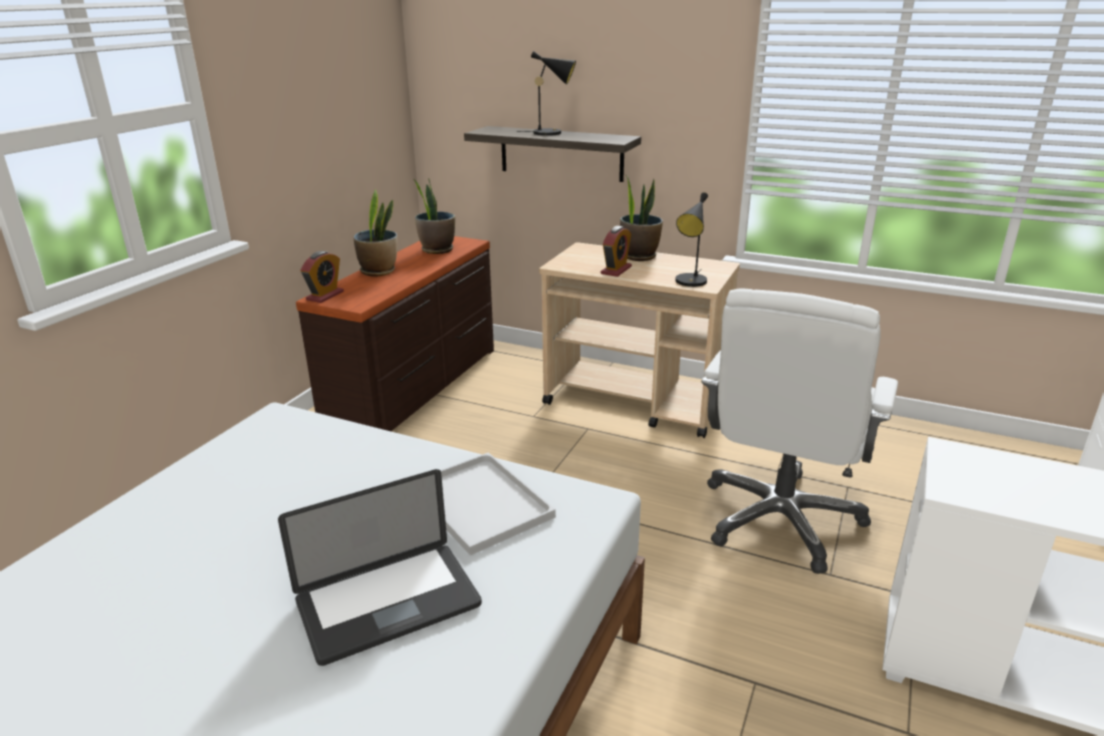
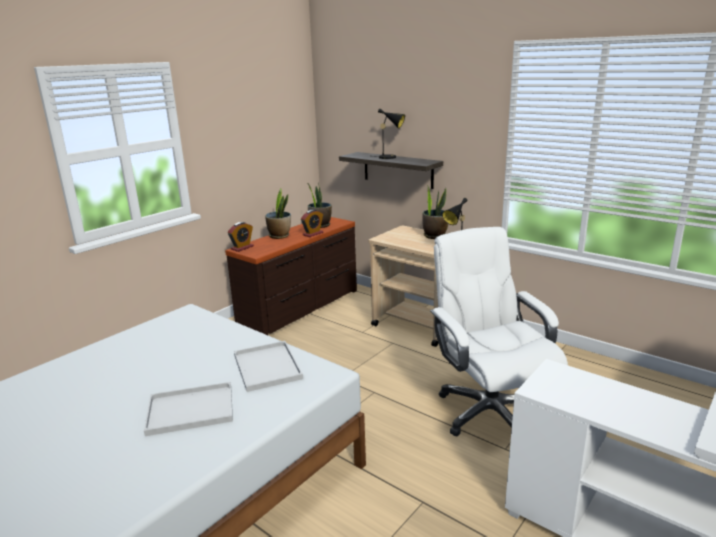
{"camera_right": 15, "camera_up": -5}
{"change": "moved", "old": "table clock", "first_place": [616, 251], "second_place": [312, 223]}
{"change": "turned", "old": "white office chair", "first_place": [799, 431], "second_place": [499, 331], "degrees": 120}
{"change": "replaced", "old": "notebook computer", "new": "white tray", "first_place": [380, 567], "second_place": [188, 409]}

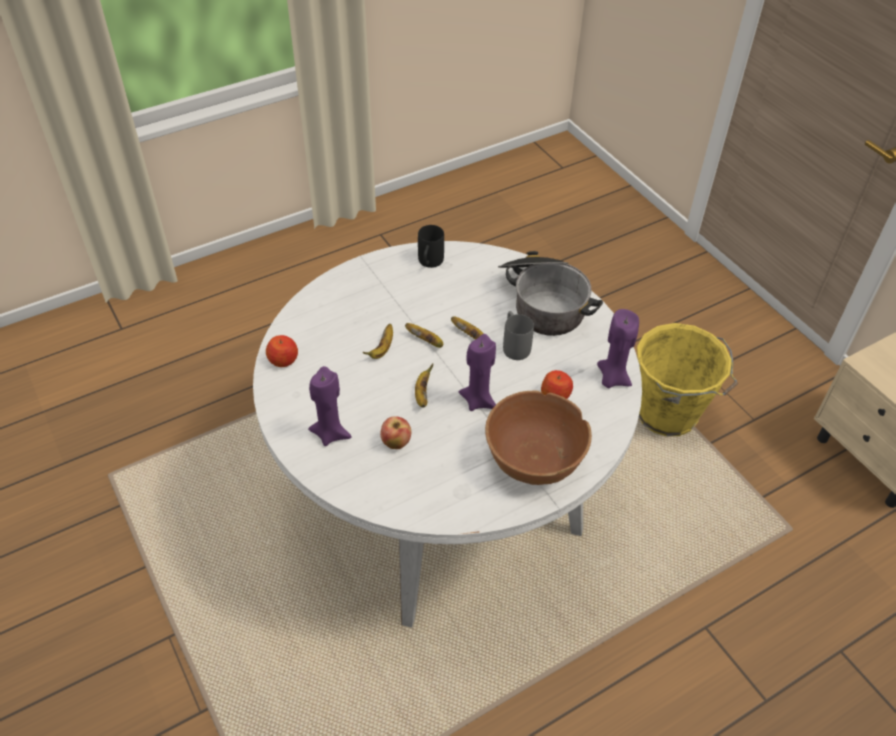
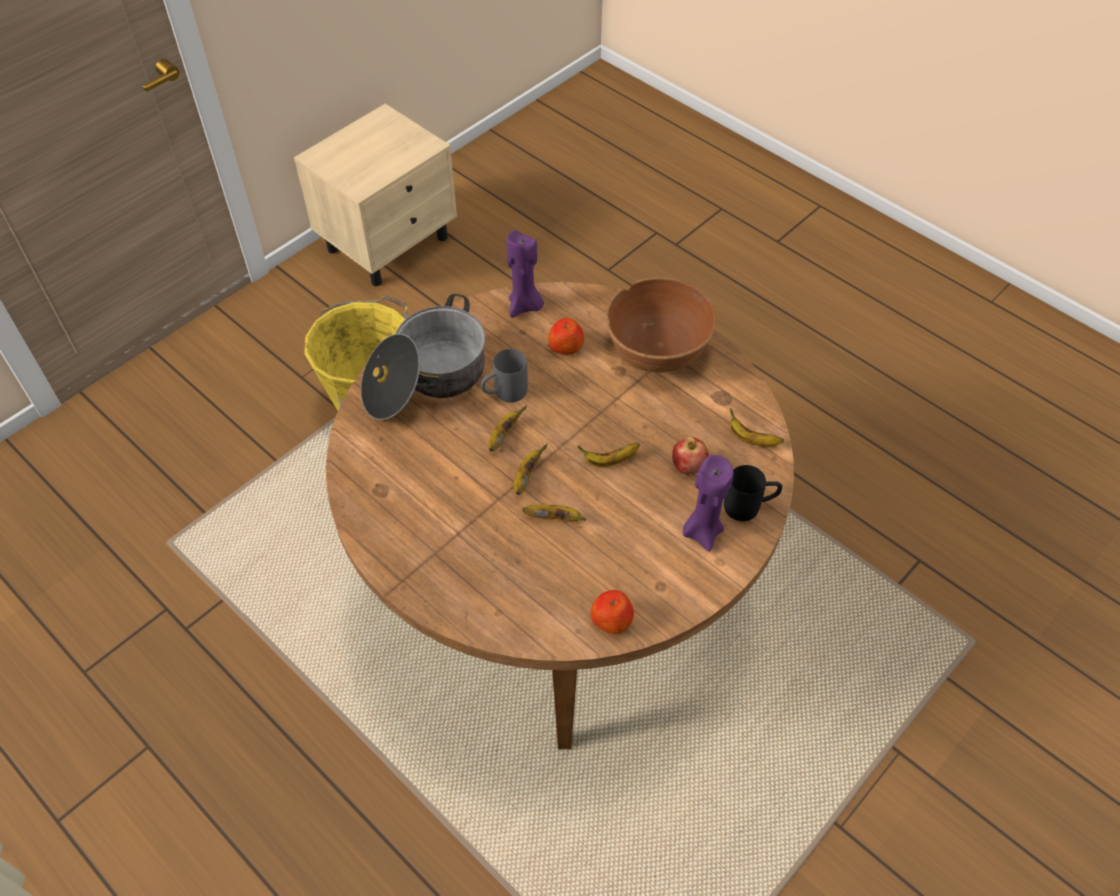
{"camera_right": -105, "camera_up": 5}
{"change": "moved", "old": "blackish tea mug", "first_place": [431, 246], "second_place": [753, 493]}
{"change": "recoloured", "old": "white dining table", "new": "brown-coloured dining table", "first_place": [447, 434], "second_place": [560, 515]}
{"change": "removed", "old": "purple wax light", "first_place": [477, 372]}
{"change": "added", "new": "banana fruit", "second_place": [757, 427]}

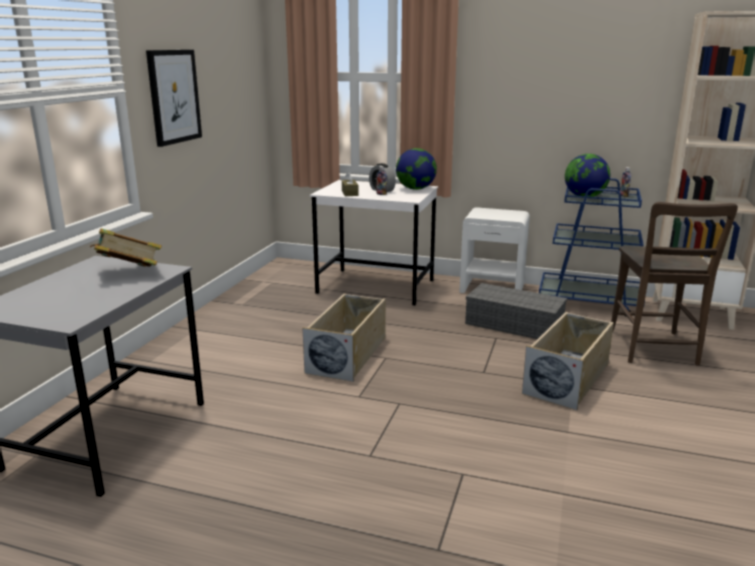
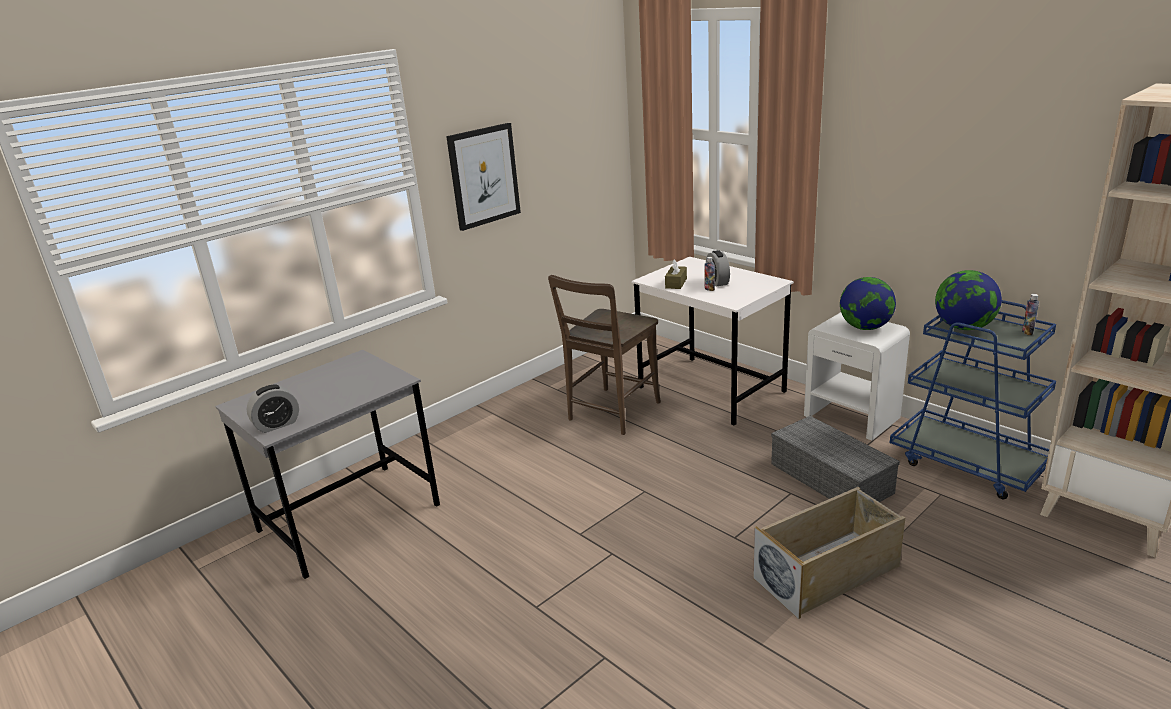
{"camera_right": 30, "camera_up": 5}
{"change": "moved", "old": "globe", "first_place": [416, 169], "second_place": [868, 303]}
{"change": "moved", "old": "brown-coloured upright chair", "first_place": [674, 284], "second_place": [604, 355]}
{"change": "removed", "old": "book", "first_place": [126, 247]}
{"change": "removed", "old": "beige-coloured storage container", "first_place": [344, 337]}
{"change": "added", "new": "table clock", "second_place": [273, 408]}

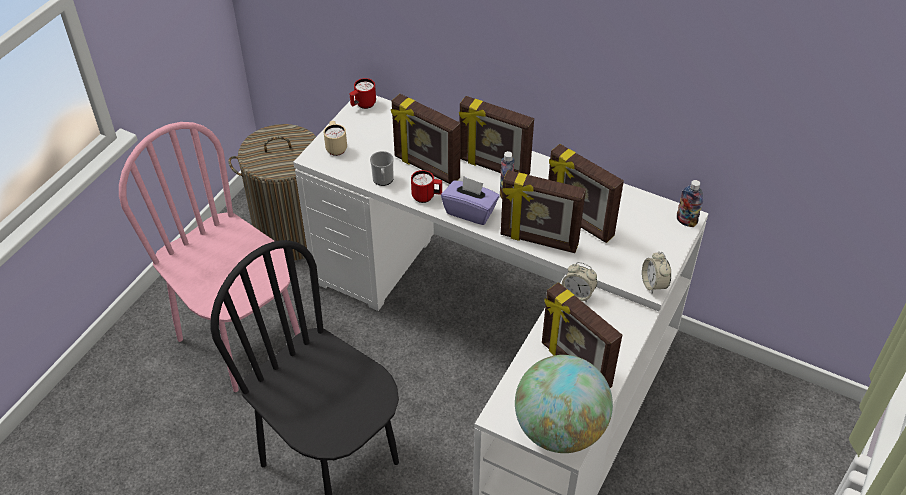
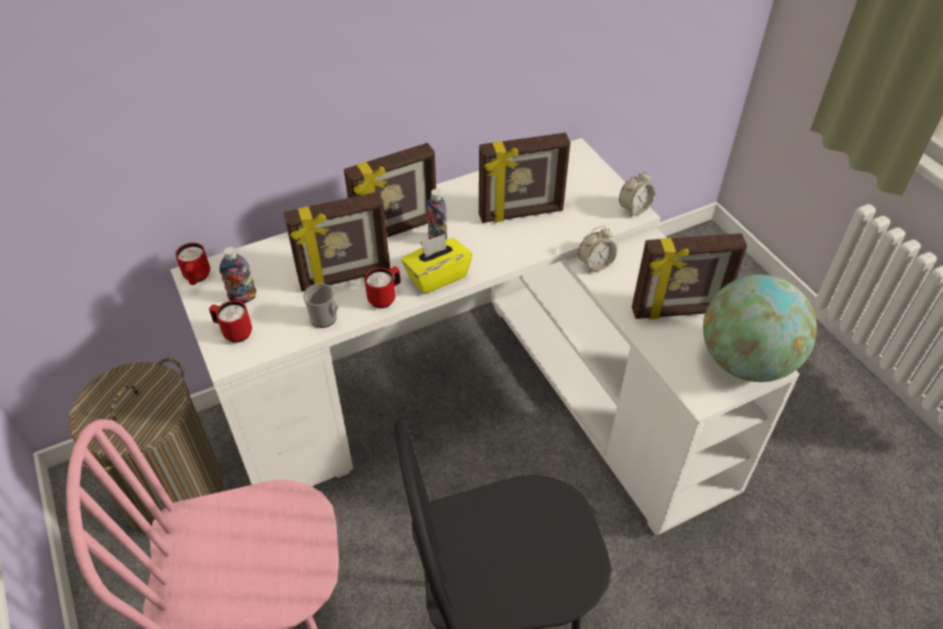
{"camera_right": -55, "camera_up": 0}
{"change": "recoloured", "old": "beige-coloured tea mug", "new": "reddish tea mug", "first_place": [335, 138], "second_place": [230, 322]}
{"change": "removed", "old": "picture frame", "first_place": [543, 211]}
{"change": "recoloured", "old": "purple tissue box", "new": "yellow-coloured tissue box", "first_place": [470, 200], "second_place": [436, 264]}
{"change": "moved", "old": "drink bottle", "first_place": [690, 203], "second_place": [237, 275]}
{"change": "turned", "old": "table clock", "first_place": [656, 272], "second_place": [637, 193], "degrees": -60}

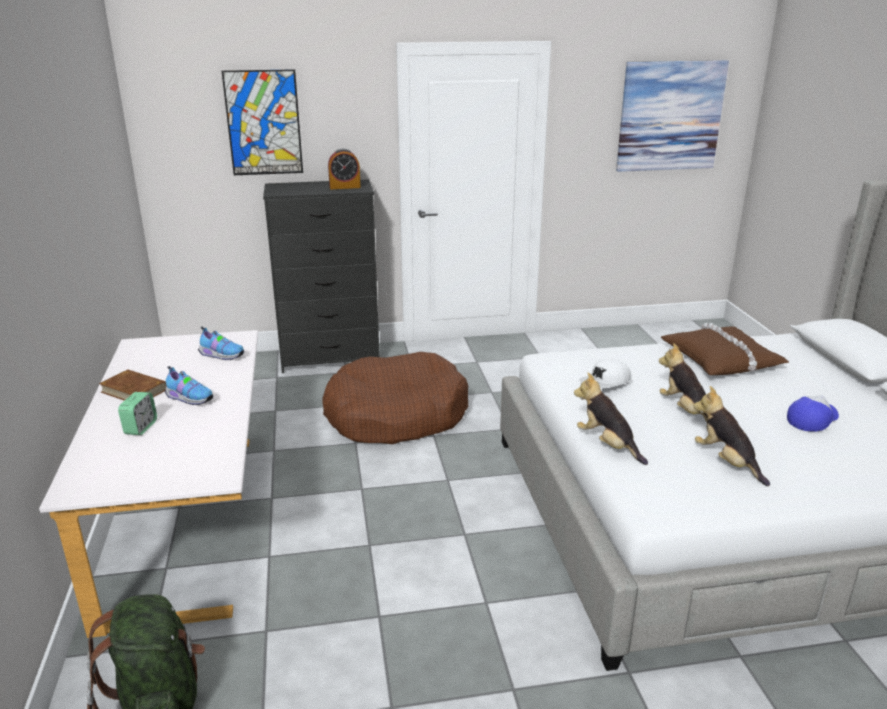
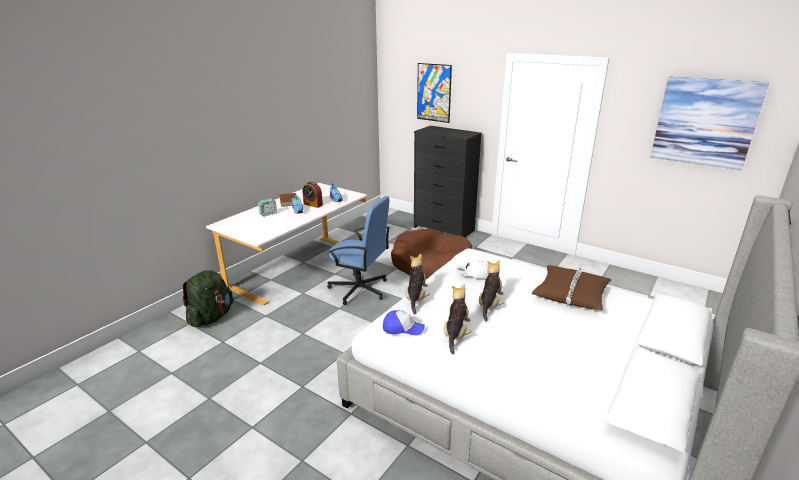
{"camera_right": 45, "camera_up": 0}
{"change": "moved", "old": "table clock", "first_place": [344, 169], "second_place": [312, 195]}
{"change": "moved", "old": "peaked cap", "first_place": [813, 413], "second_place": [404, 322]}
{"change": "added", "new": "bluish office chair", "second_place": [358, 250]}

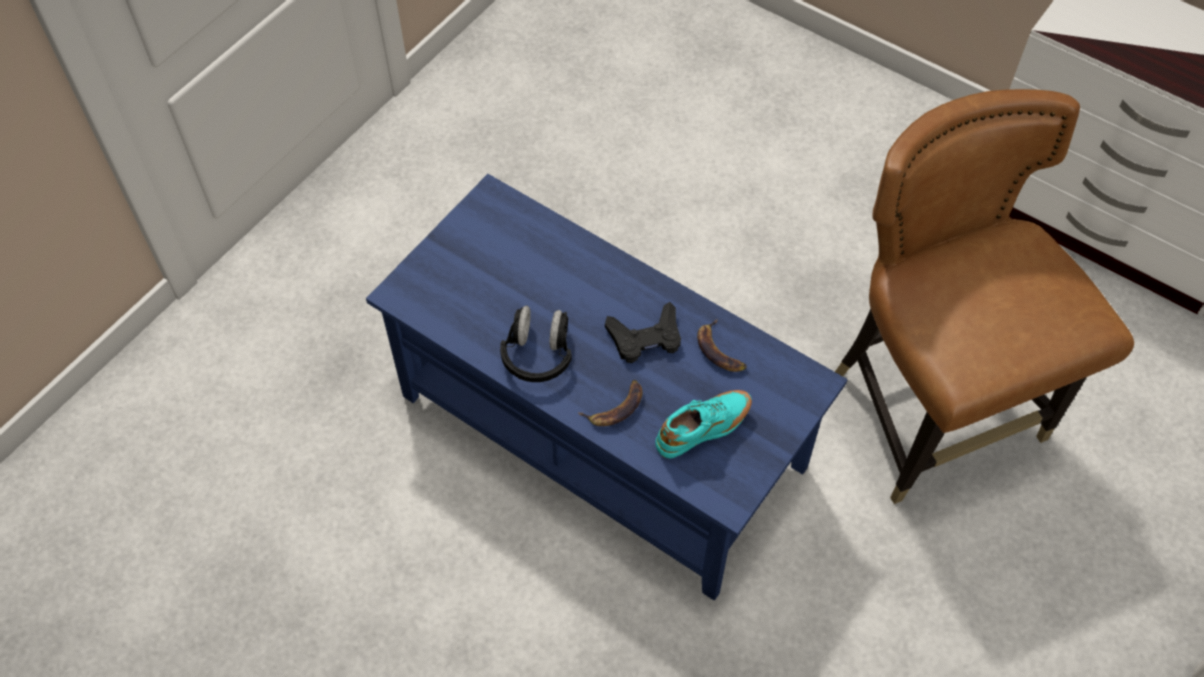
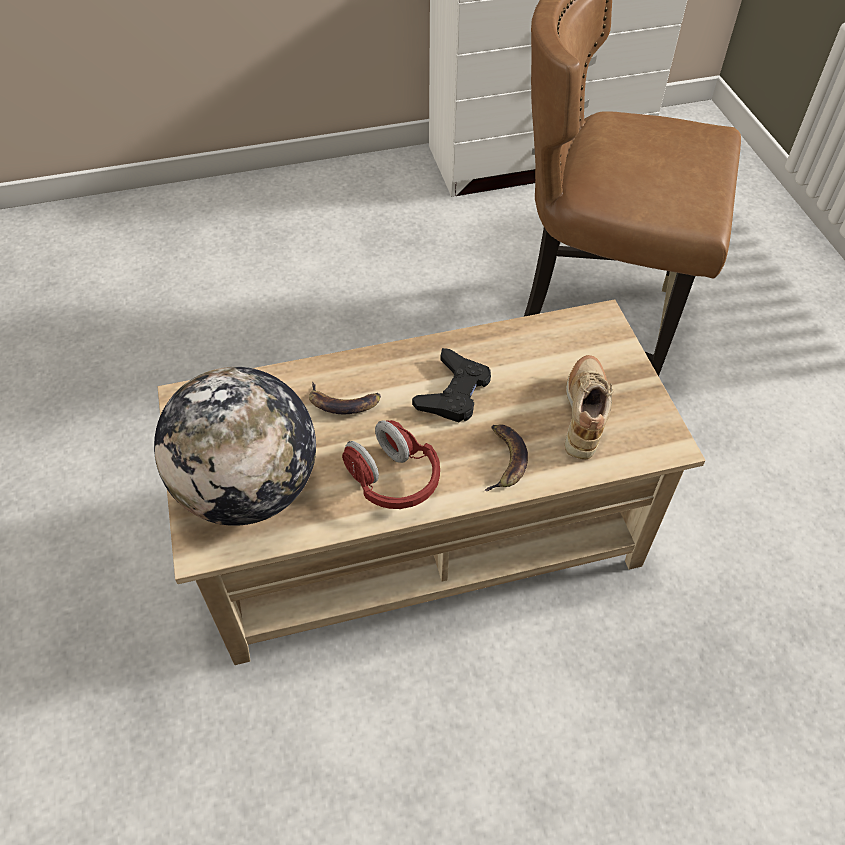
{"camera_right": -50, "camera_up": -5}
{"change": "recoloured", "old": "bluish lounge table", "new": "beige-coloured lounge table", "first_place": [607, 387], "second_place": [432, 482]}
{"change": "recoloured", "old": "blackish headset", "new": "reddish headset", "first_place": [536, 343], "second_place": [391, 464]}
{"change": "moved", "old": "banana fruit", "first_place": [722, 345], "second_place": [345, 398]}
{"change": "recoloured", "old": "blue-green item of footwear", "new": "beige-coloured item of footwear", "first_place": [703, 424], "second_place": [589, 407]}
{"change": "added", "new": "globe", "second_place": [235, 446]}

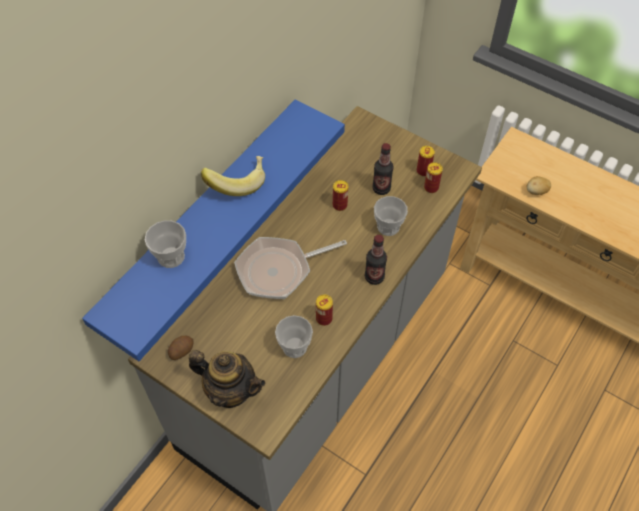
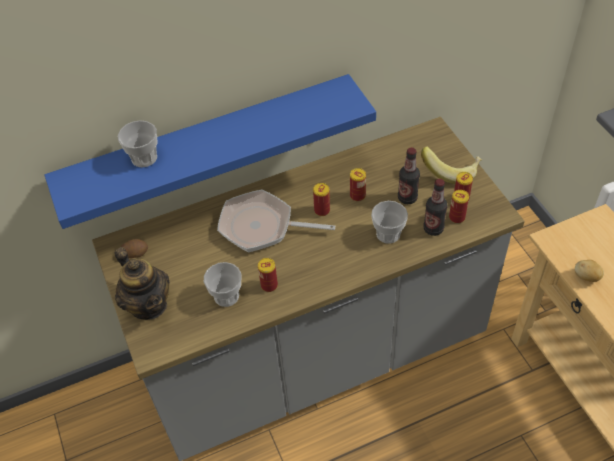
{"camera_right": 35, "camera_up": -5}
{"change": "moved", "old": "banana fruit", "first_place": [233, 176], "second_place": [451, 165]}
{"change": "moved", "old": "drink bottle", "first_place": [376, 260], "second_place": [435, 207]}
{"change": "added", "new": "sealed can", "second_place": [321, 199]}

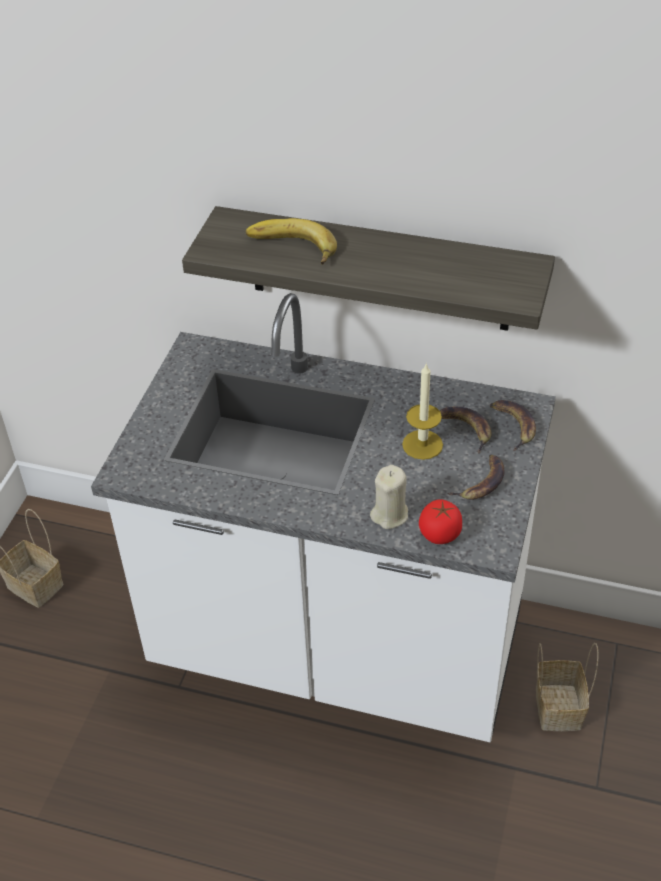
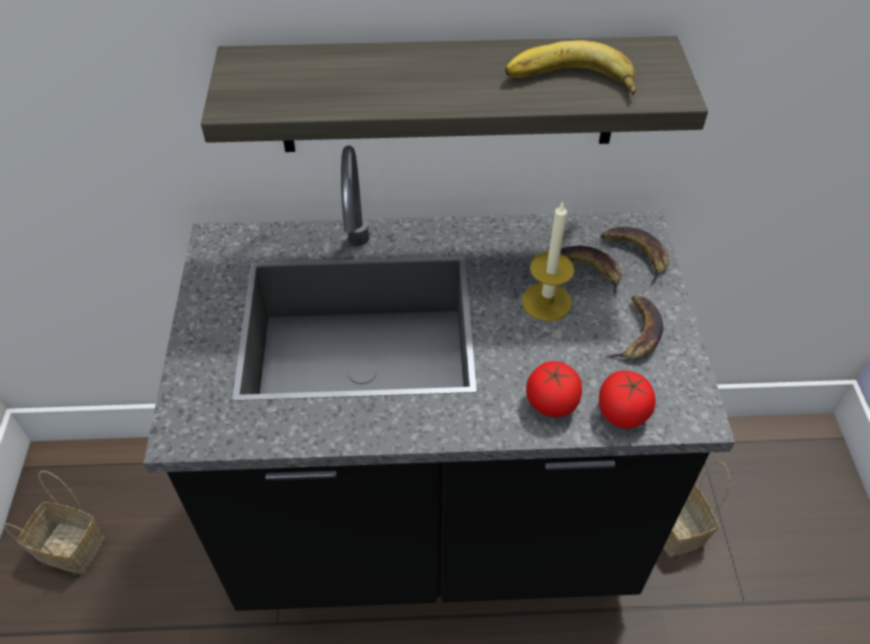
{"camera_right": -20, "camera_up": 5}
{"change": "moved", "old": "banana fruit", "first_place": [291, 241], "second_place": [570, 68]}
{"change": "recoloured", "old": "white kitchen base unit", "new": "blackish kitchen base unit", "first_place": [323, 517], "second_place": [439, 378]}
{"change": "replaced", "old": "beige-coloured wax light", "new": "tomato", "first_place": [389, 497], "second_place": [554, 389]}

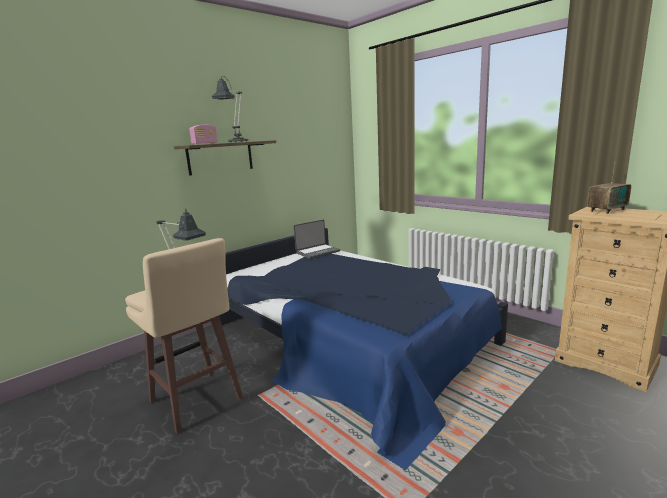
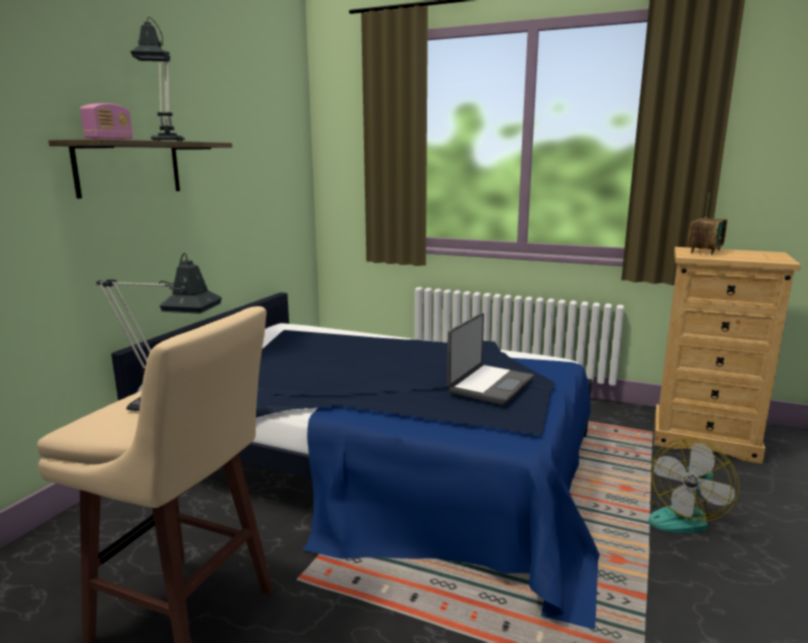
{"camera_right": -25, "camera_up": 0}
{"change": "moved", "old": "notebook computer", "first_place": [317, 239], "second_place": [490, 359]}
{"change": "added", "new": "electric fan", "second_place": [691, 485]}

